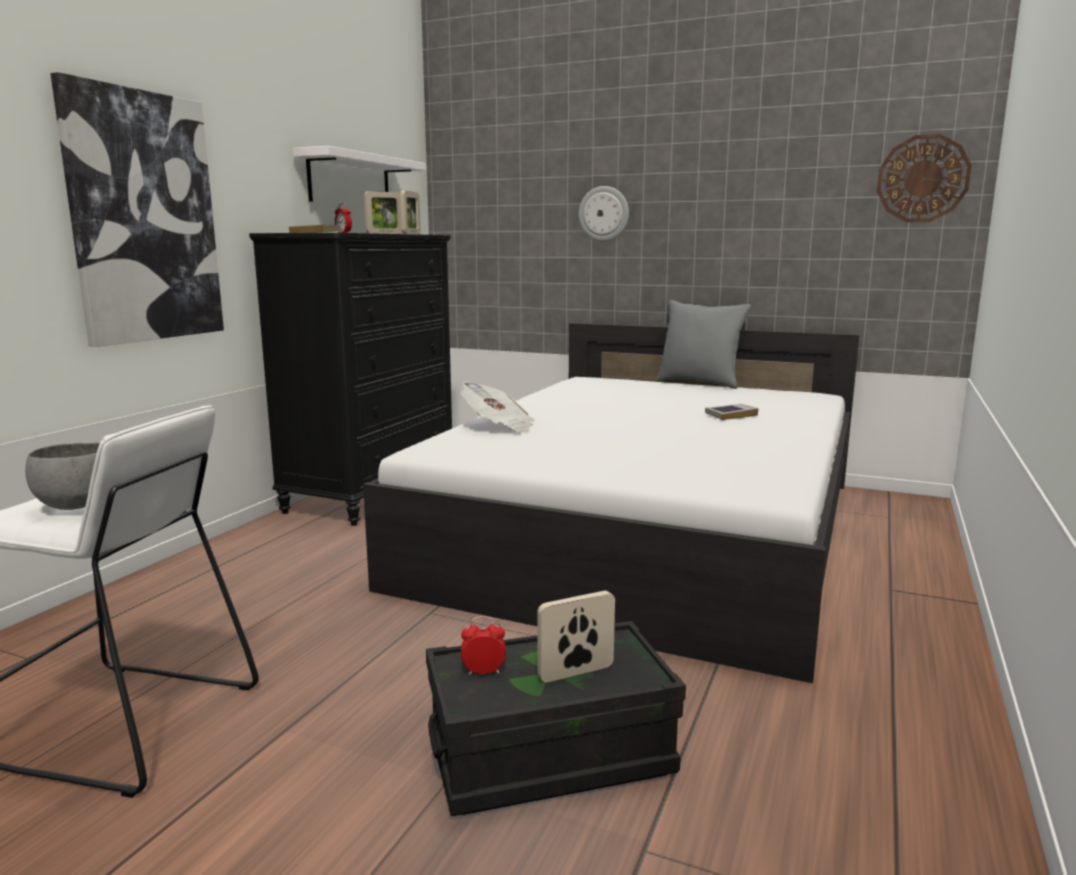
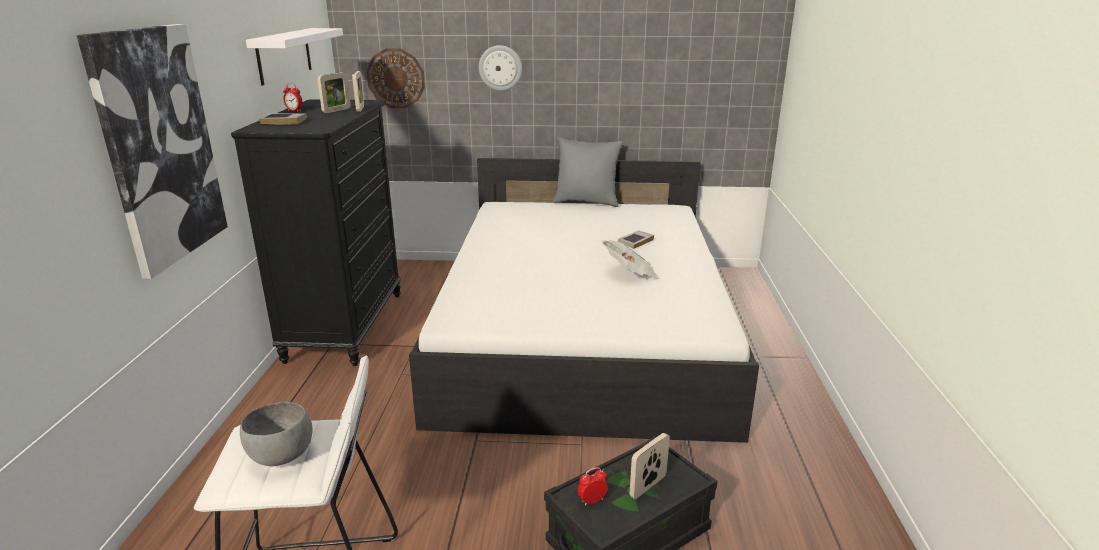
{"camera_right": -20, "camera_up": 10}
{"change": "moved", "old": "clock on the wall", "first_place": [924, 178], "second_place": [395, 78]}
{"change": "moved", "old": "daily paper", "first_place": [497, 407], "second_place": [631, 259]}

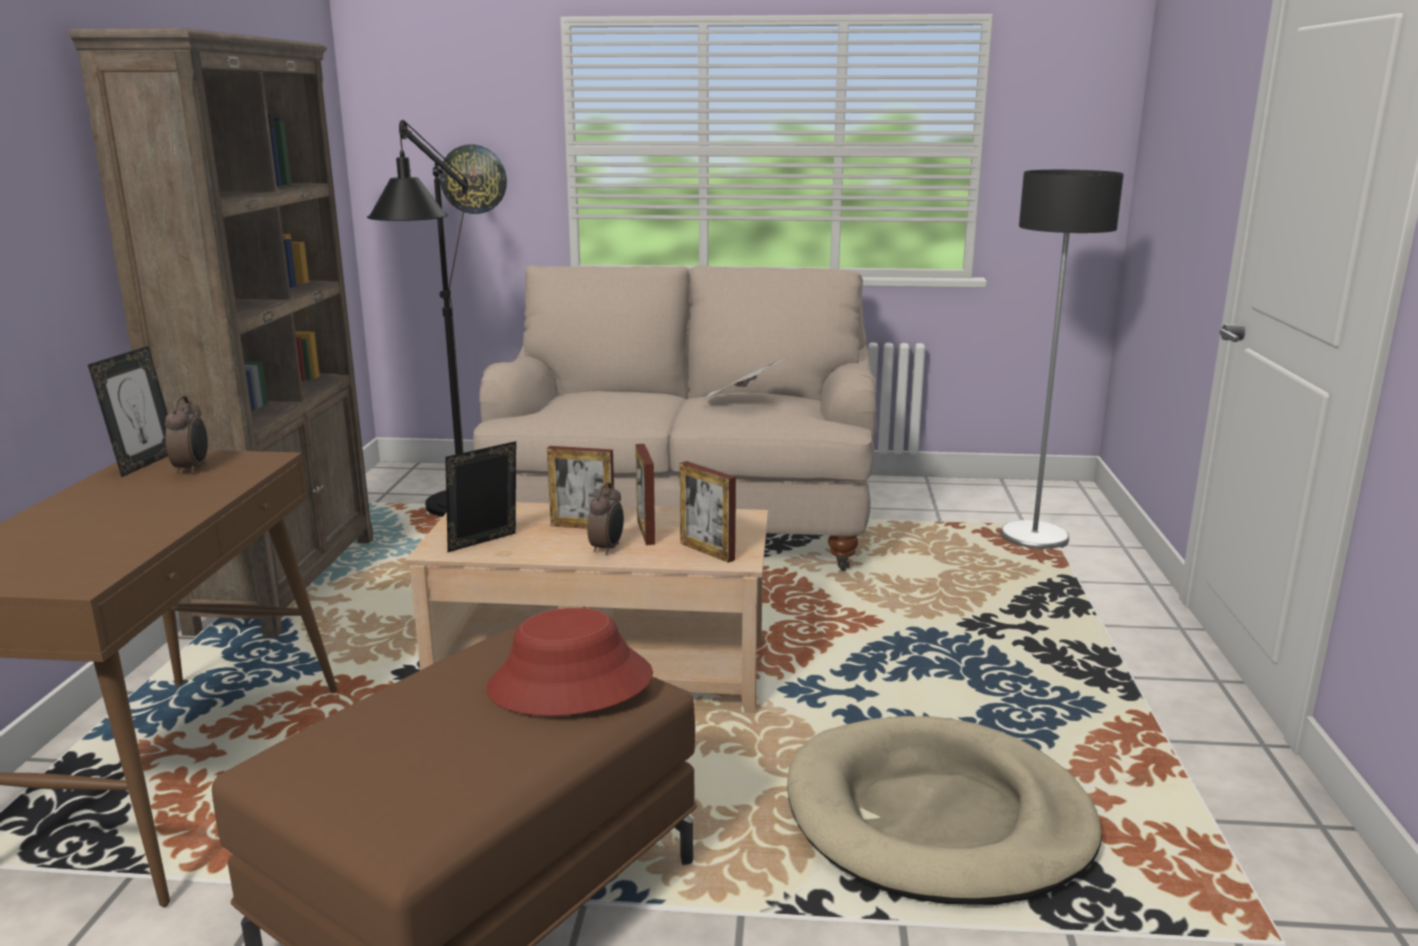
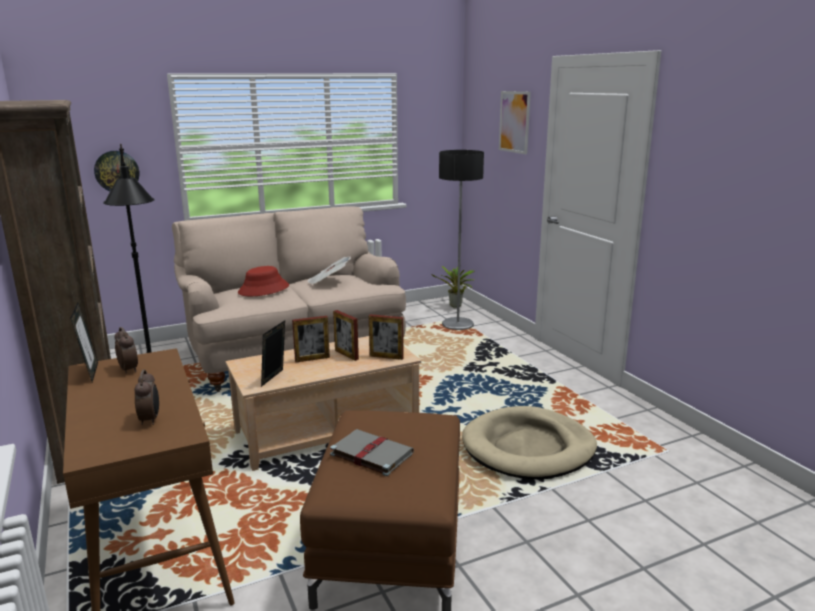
{"camera_right": -30, "camera_up": 0}
{"change": "moved", "old": "table clock", "first_place": [605, 518], "second_place": [147, 397]}
{"change": "moved", "old": "reddish clothing hat", "first_place": [569, 662], "second_place": [263, 281]}
{"change": "added", "new": "wall picture", "second_place": [515, 122]}
{"change": "added", "new": "houseplant", "second_place": [453, 287]}
{"change": "added", "new": "gray book", "second_place": [372, 452]}

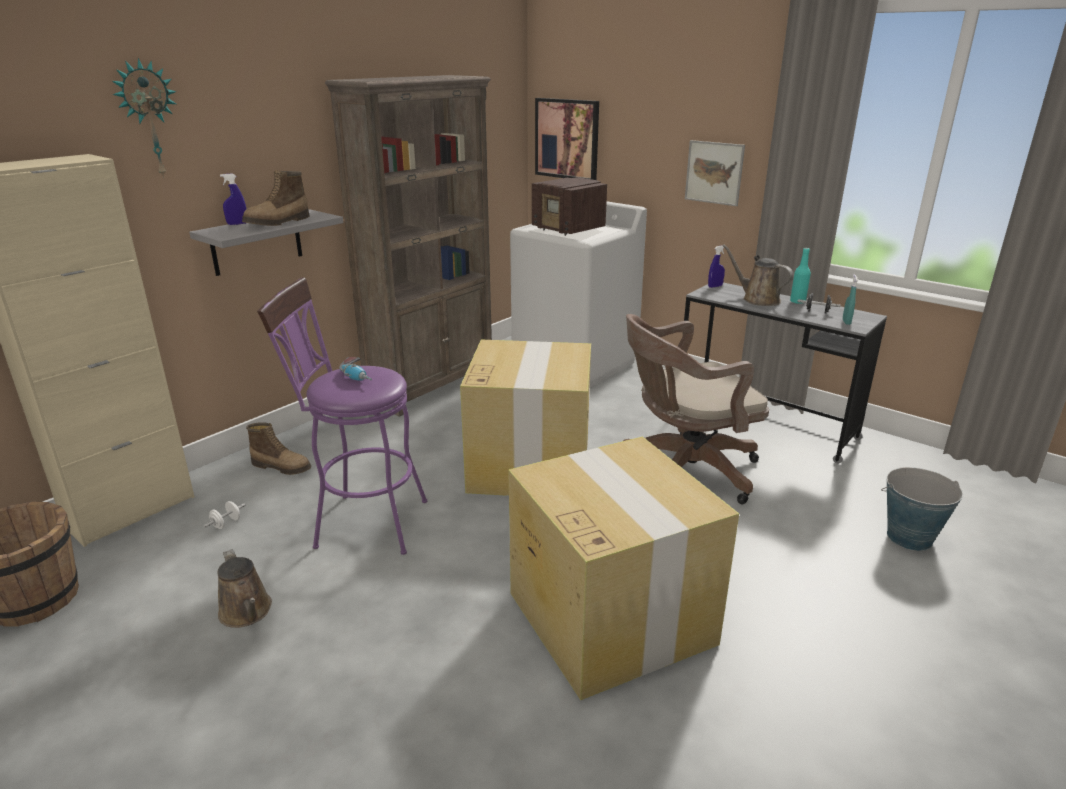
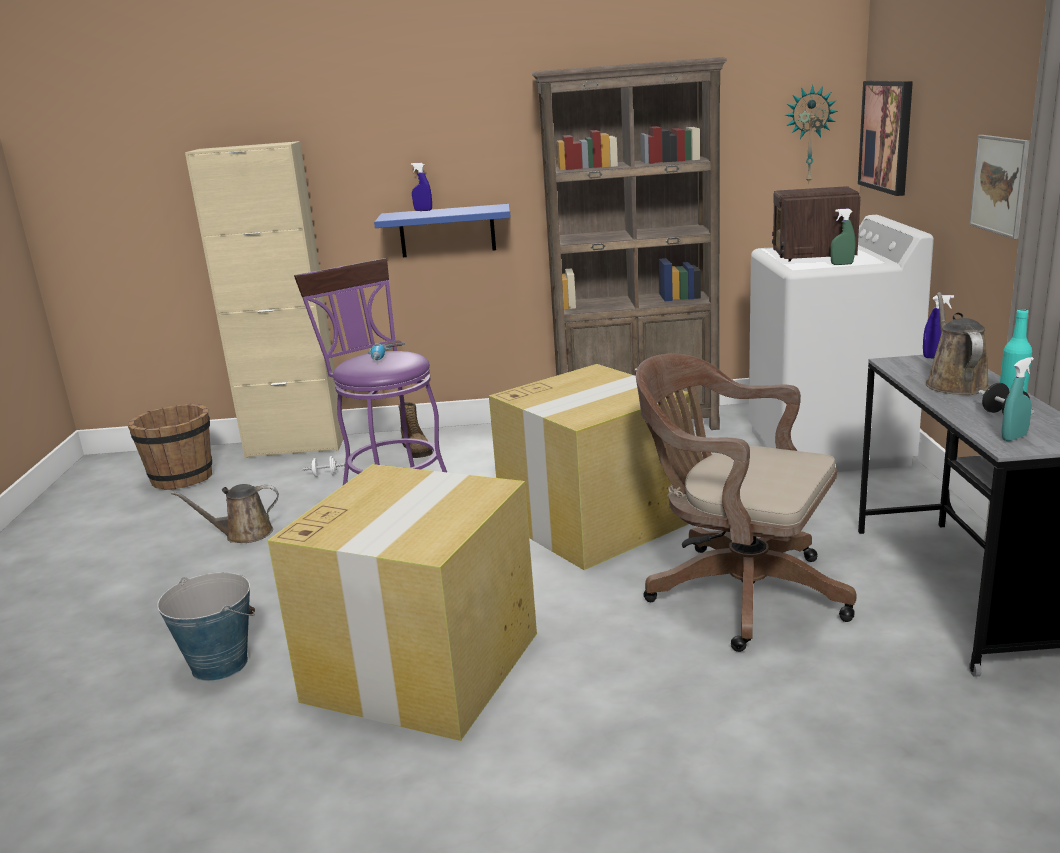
{"camera_right": 50, "camera_up": -5}
{"change": "moved", "old": "clock on the wall", "first_place": [144, 118], "second_place": [811, 134]}
{"change": "removed", "old": "high-top boot", "first_place": [276, 198]}
{"change": "recoloured", "old": "gray wall shelf", "new": "bluish wall shelf", "first_place": [266, 242], "second_place": [442, 230]}
{"change": "moved", "old": "water bucket", "first_place": [922, 509], "second_place": [206, 626]}
{"change": "turned", "old": "brown-coloured sprinkling can", "first_place": [244, 588], "second_place": [225, 513], "degrees": 60}
{"change": "added", "new": "green spray bottle", "second_place": [842, 236]}

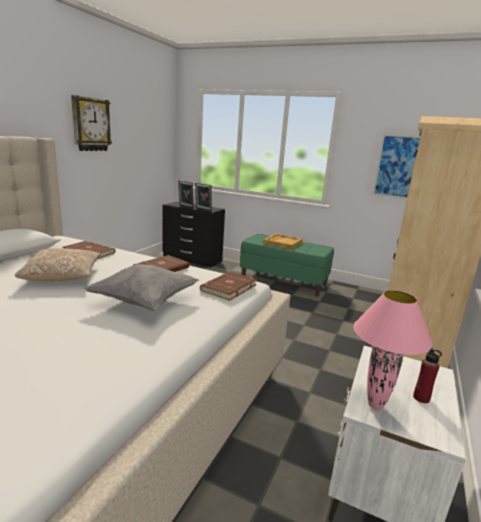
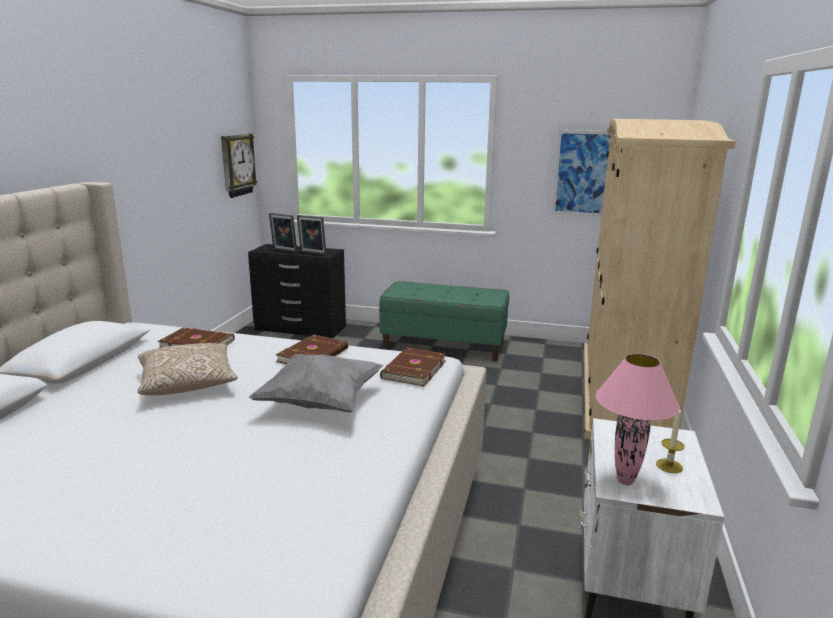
{"camera_right": -10, "camera_up": 0}
{"change": "moved", "old": "clock on the wall", "first_place": [91, 123], "second_place": [239, 166]}
{"change": "removed", "old": "beige-coloured tray", "first_place": [283, 241]}
{"change": "replaced", "old": "reddish drink bottle", "new": "wax light", "first_place": [427, 374], "second_place": [670, 439]}

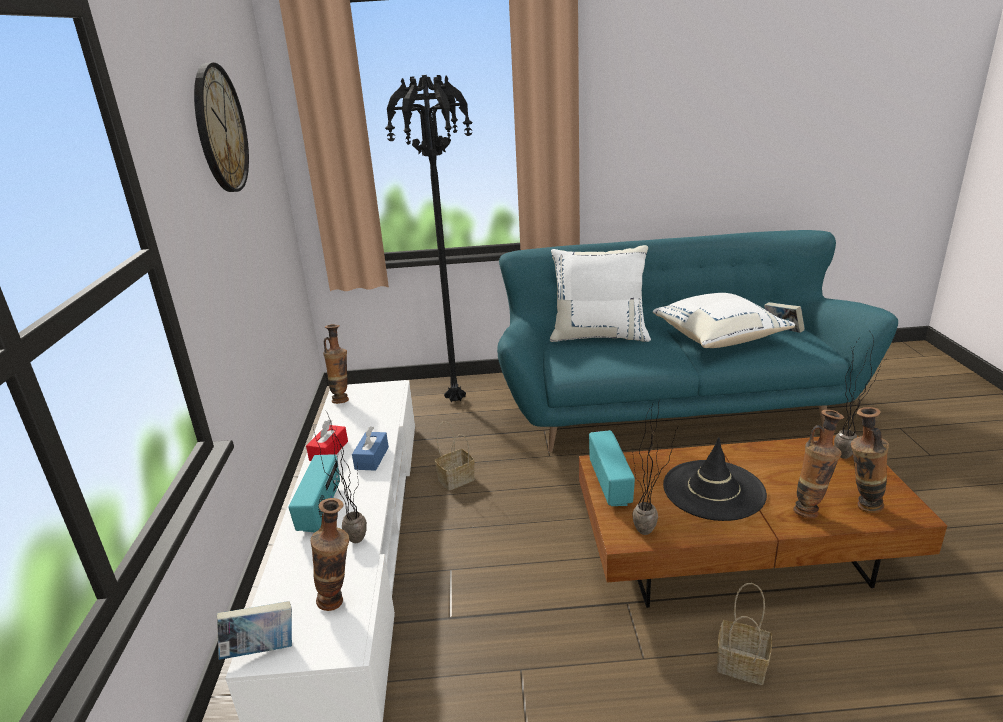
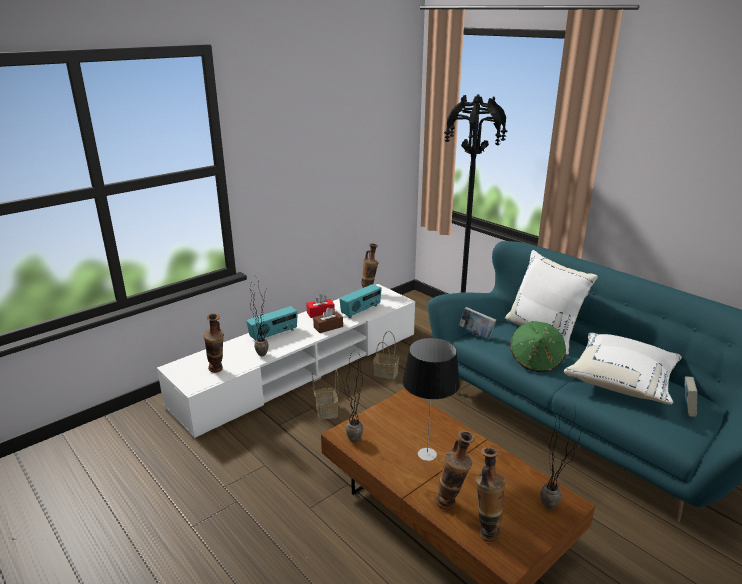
{"camera_right": 50, "camera_up": 0}
{"change": "removed", "old": "clock on the wall", "first_place": [221, 127]}
{"change": "recoloured", "old": "bluish tissue box", "new": "brown-coloured tissue box", "first_place": [370, 448], "second_place": [328, 320]}
{"change": "moved", "old": "radio", "first_place": [612, 468], "second_place": [360, 301]}
{"change": "replaced", "old": "blackish clothing hat", "new": "tabletop lamp", "first_place": [715, 479], "second_place": [431, 399]}
{"change": "moved", "old": "basket", "first_place": [744, 634], "second_place": [325, 395]}
{"change": "moved", "old": "book", "first_place": [254, 630], "second_place": [477, 323]}
{"change": "added", "new": "green clothing hat", "second_place": [538, 346]}

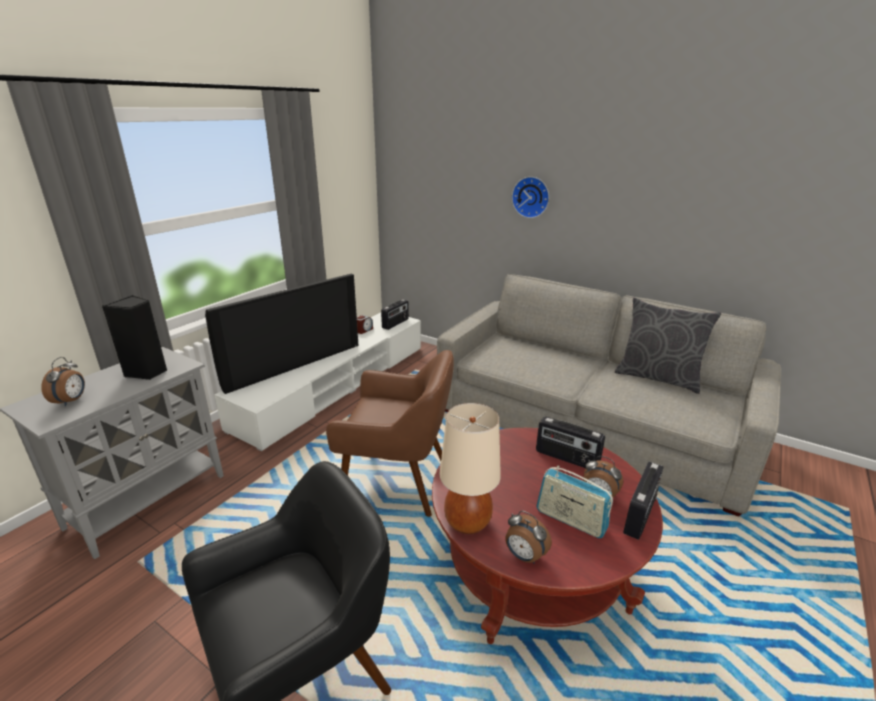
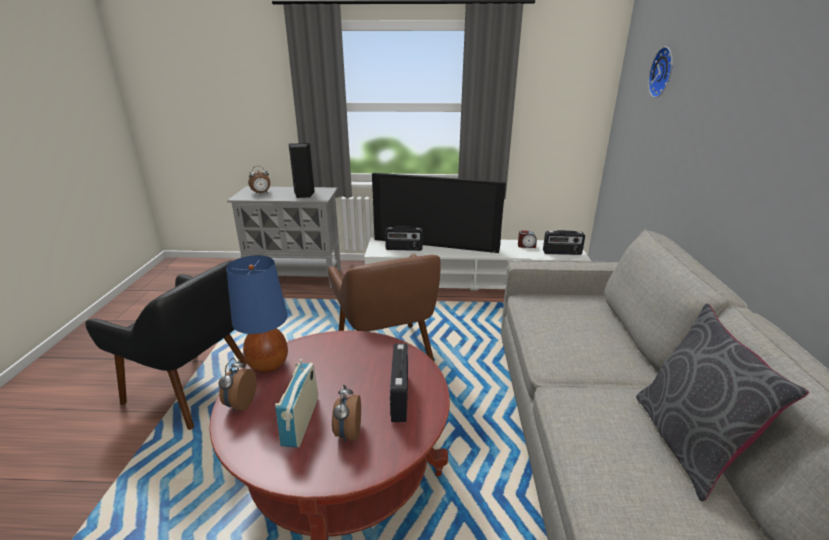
{"camera_right": 60, "camera_up": 0}
{"change": "moved", "old": "clock on the wall", "first_place": [530, 197], "second_place": [660, 72]}
{"change": "recoloured", "old": "beige-coloured tabletop lamp", "new": "bluish tabletop lamp", "first_place": [470, 468], "second_place": [257, 314]}
{"change": "moved", "old": "radio", "first_place": [643, 501], "second_place": [404, 238]}

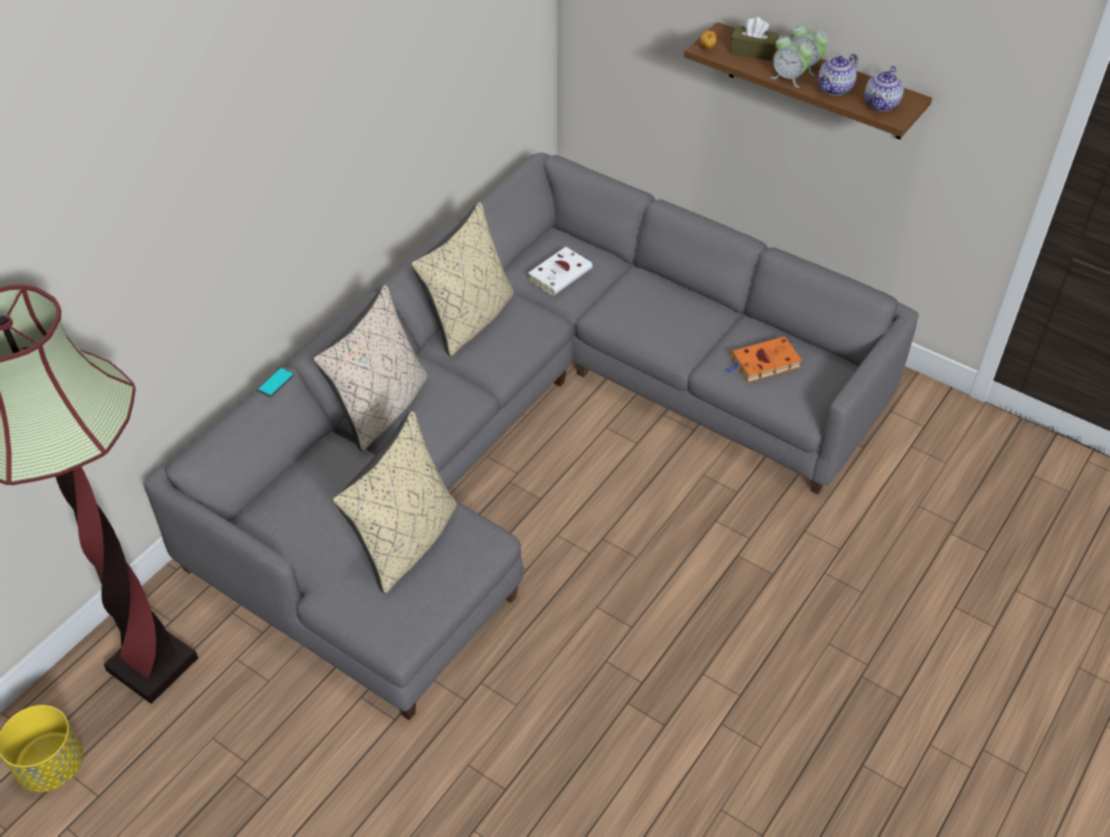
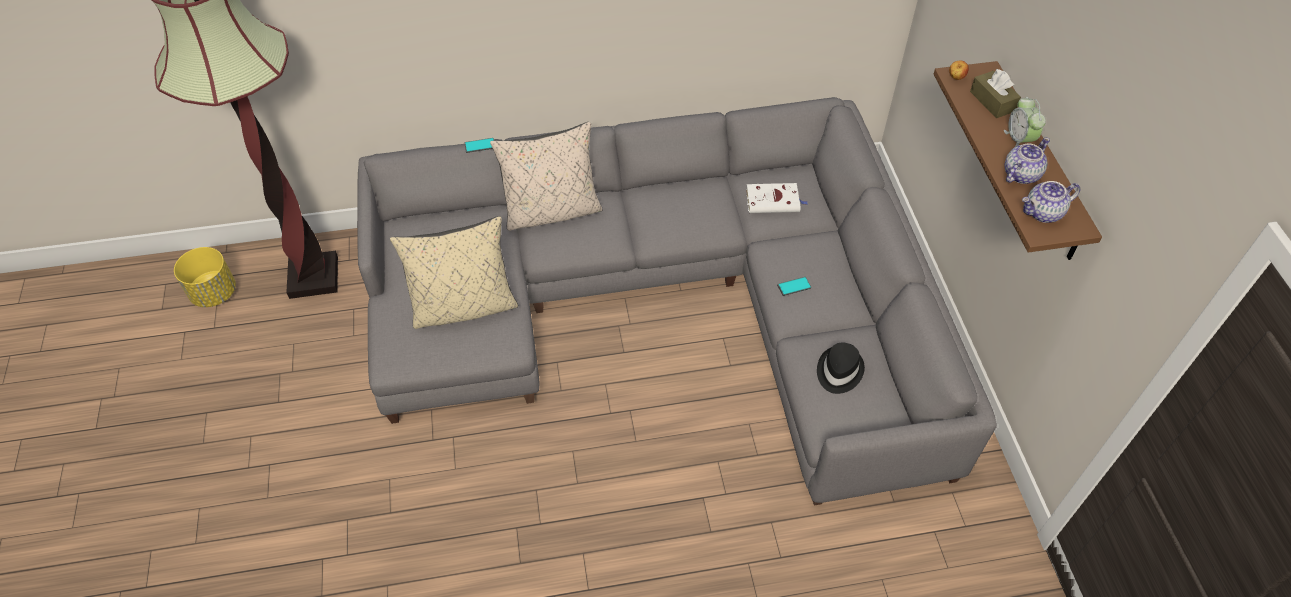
{"camera_right": 45, "camera_up": 5}
{"change": "removed", "old": "table clock", "first_place": [791, 60]}
{"change": "turned", "old": "pot for tea", "first_place": [838, 75], "second_place": [1027, 160], "degrees": 135}
{"change": "removed", "old": "beige-coloured pillow", "first_place": [462, 279]}
{"change": "replaced", "old": "orange-coloured book", "new": "blackish clothing hat", "first_place": [764, 359], "second_place": [841, 368]}
{"change": "added", "new": "handset", "second_place": [794, 286]}

